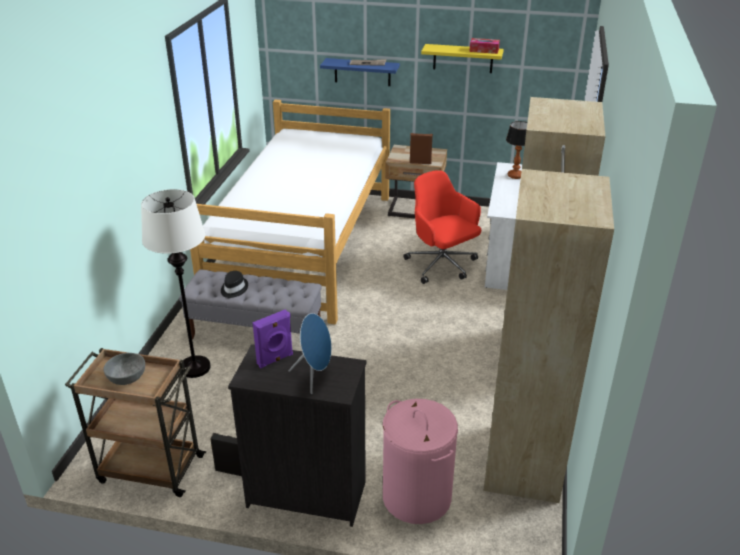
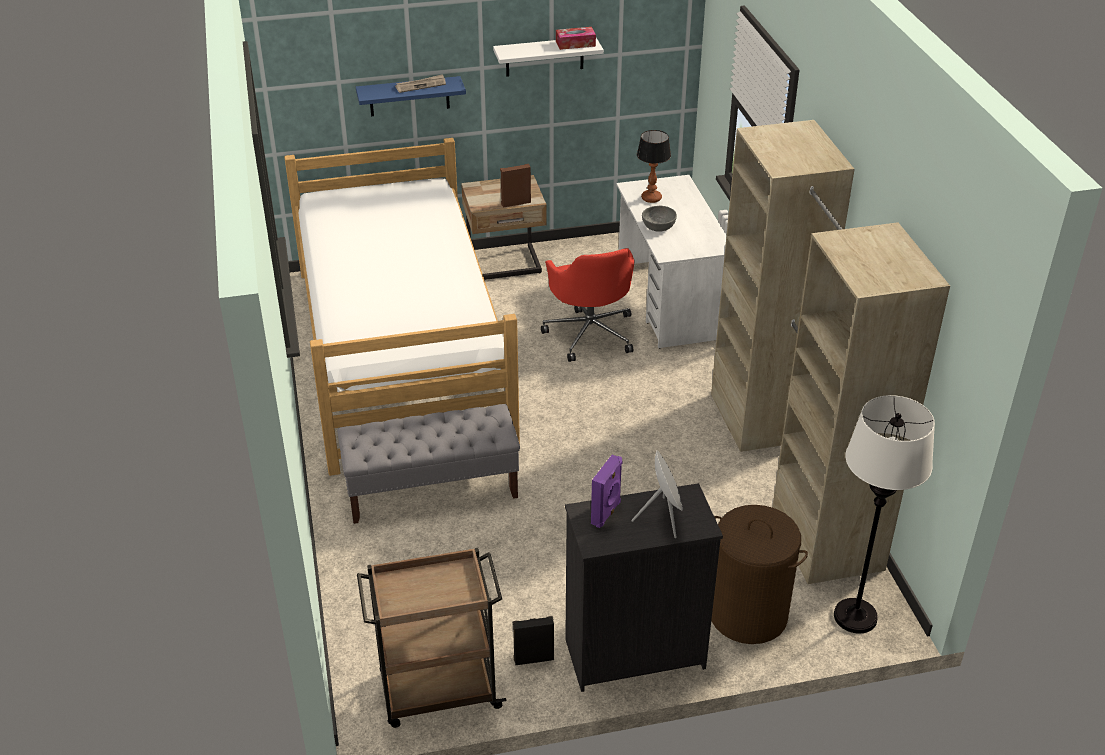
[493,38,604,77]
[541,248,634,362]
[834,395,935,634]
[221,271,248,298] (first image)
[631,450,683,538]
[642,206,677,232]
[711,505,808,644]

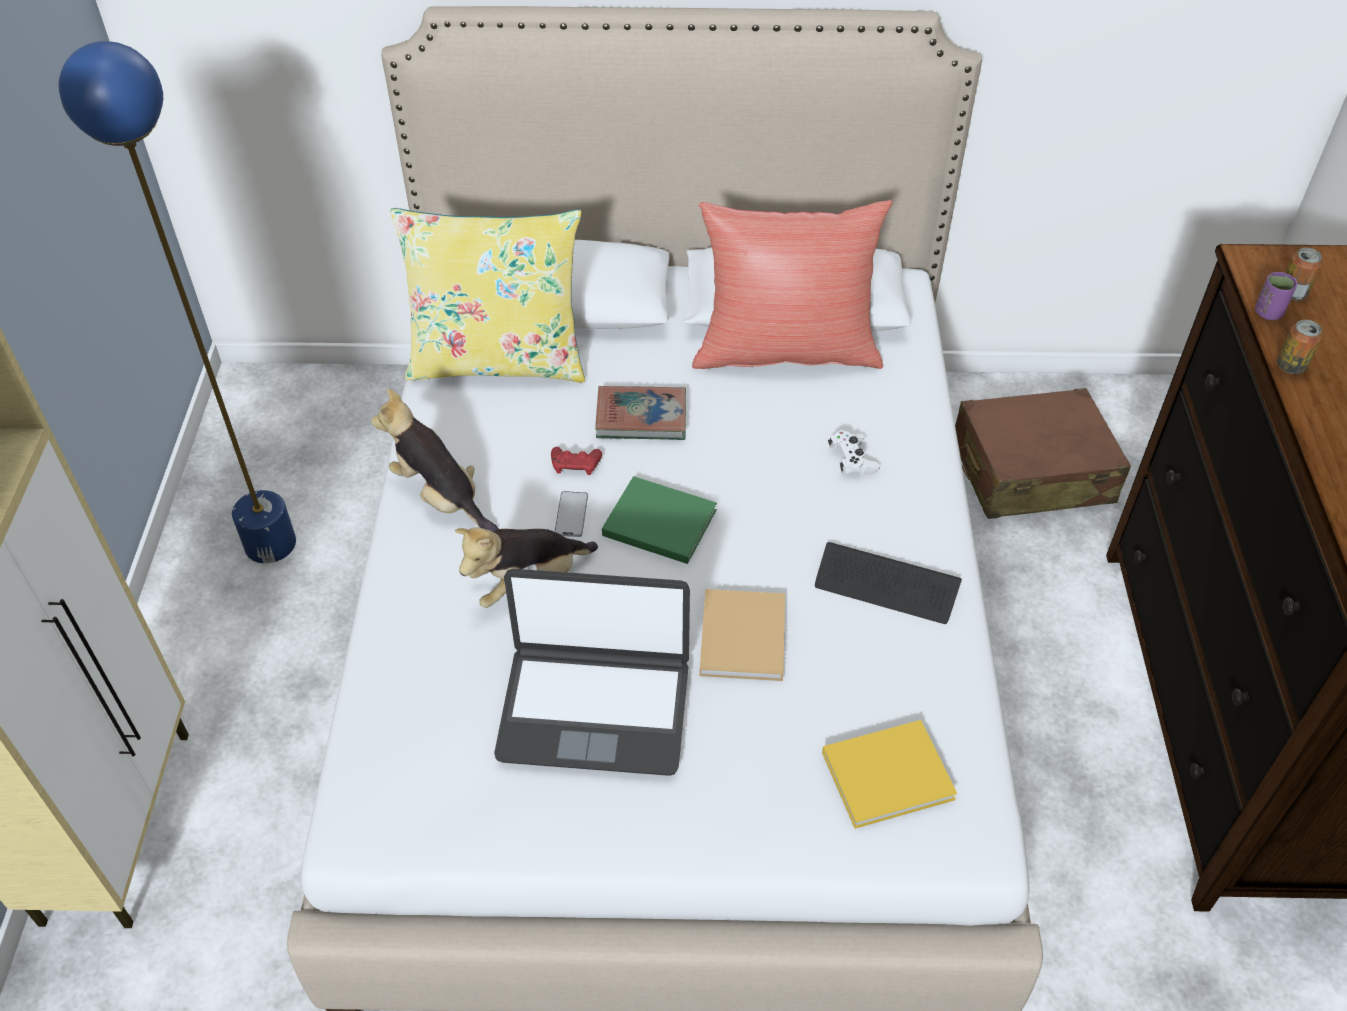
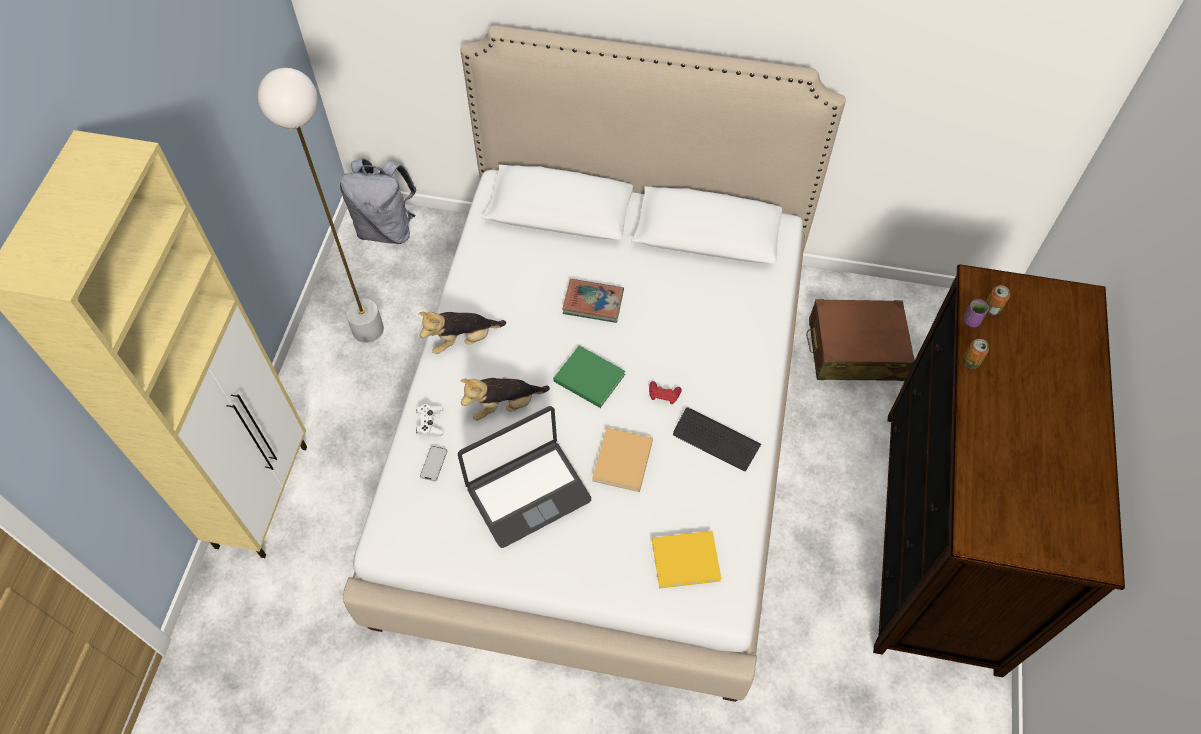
[258,68,384,343]
[692,200,892,369] (first image)
[390,208,585,383] (first image)
[418,312,506,354]
[416,404,443,437]
[649,381,682,404]
[420,446,447,481]
[458,406,591,548]
[340,158,417,244]

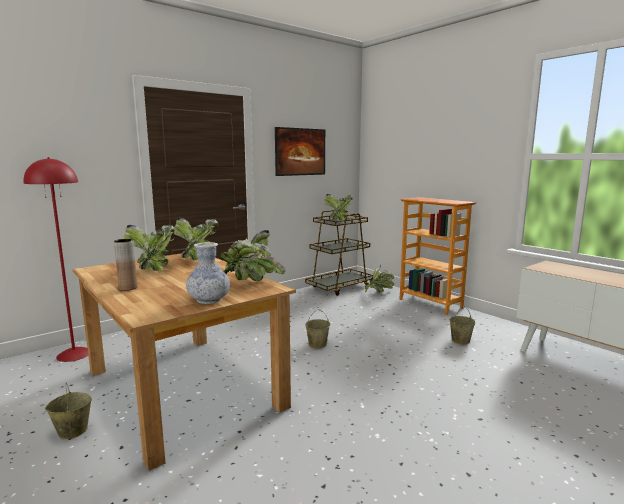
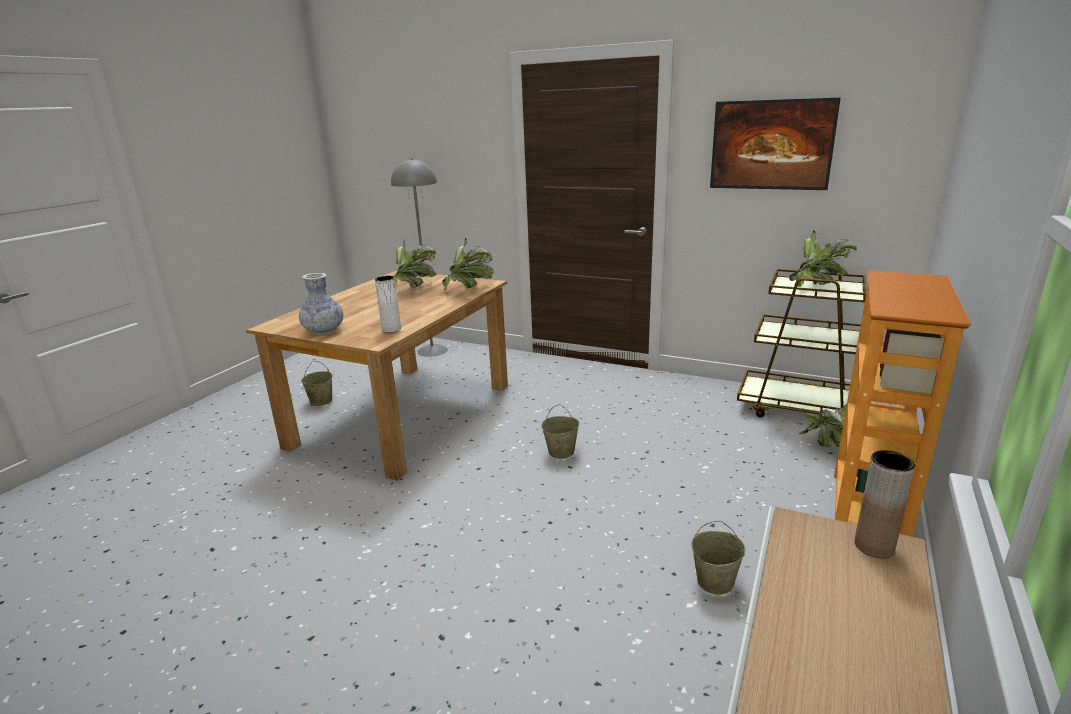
[391,158,448,357]
[375,276,401,333]
[854,450,915,558]

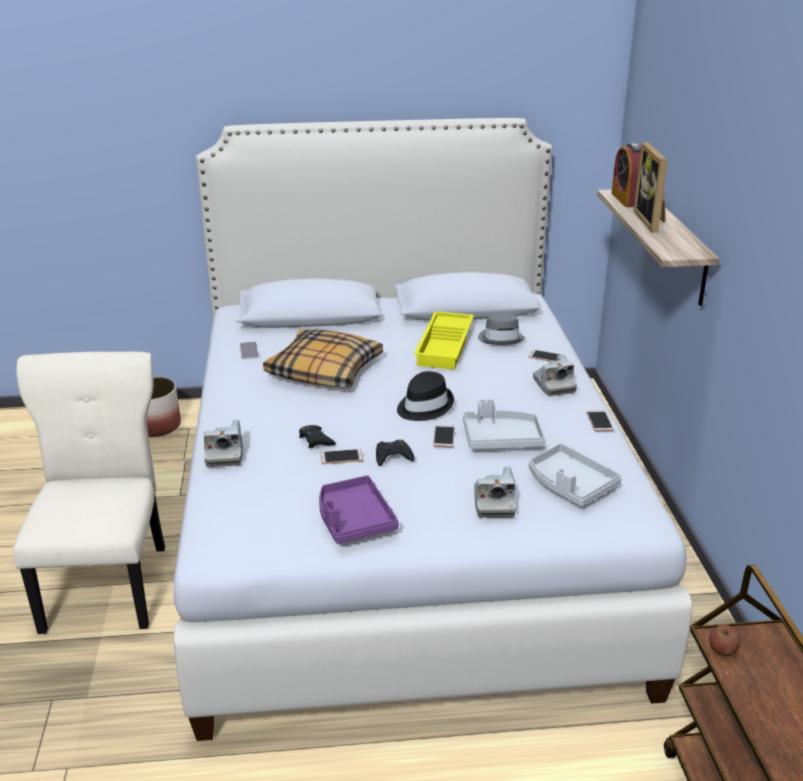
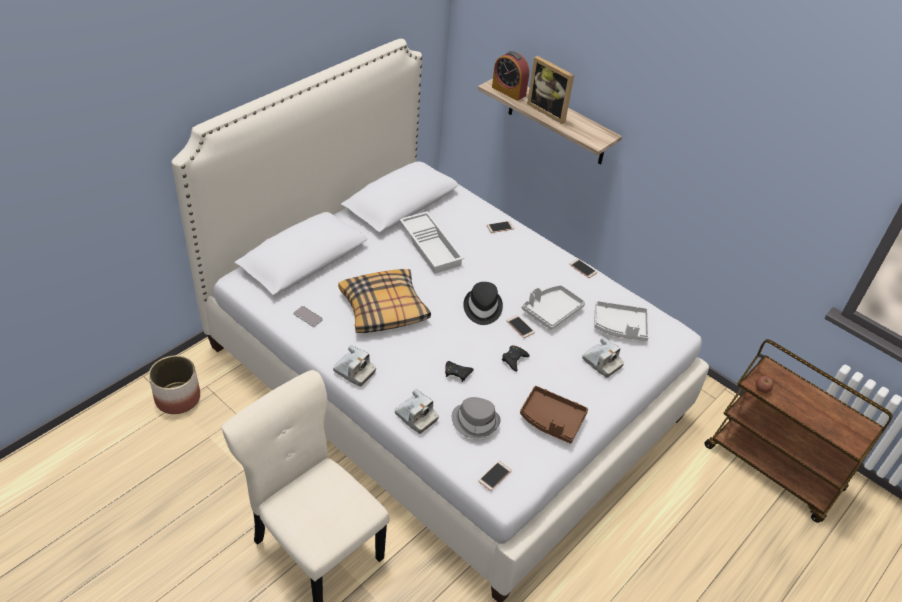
[400,211,464,274]
[452,397,501,438]
[333,345,376,387]
[479,461,512,491]
[520,386,588,443]

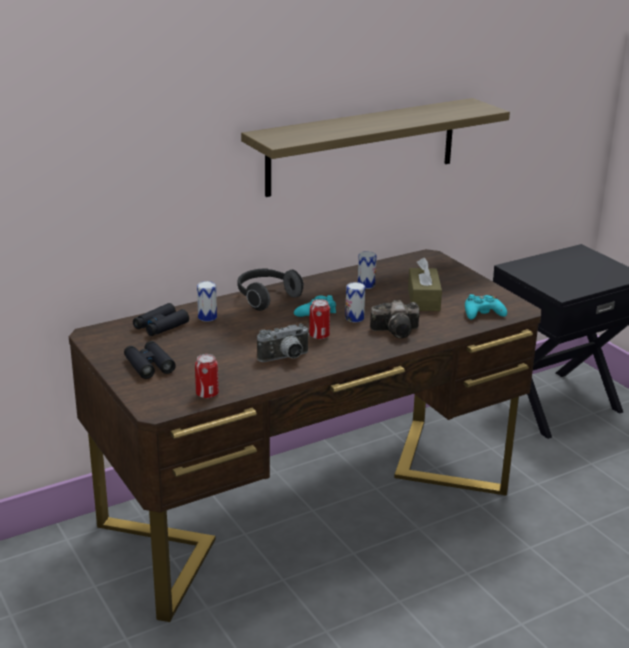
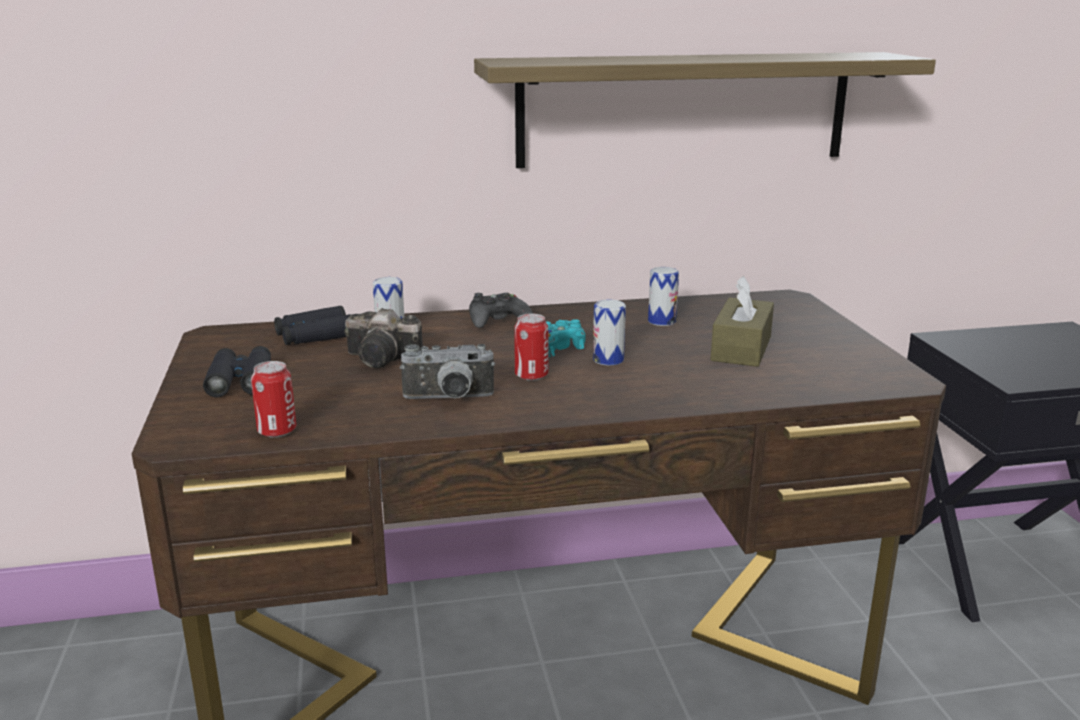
[469,293,533,328]
[465,294,507,320] (first image)
[345,308,423,368]

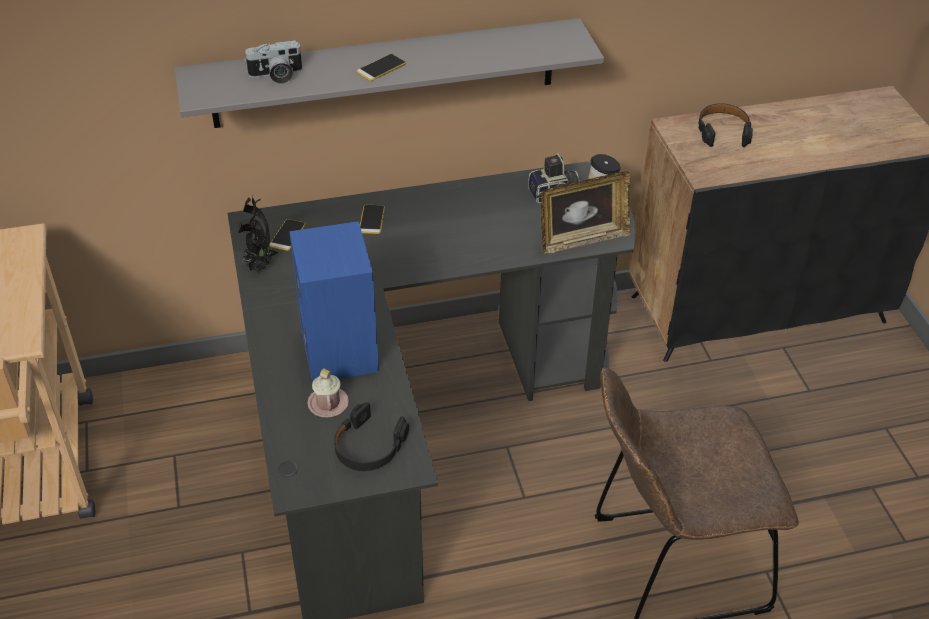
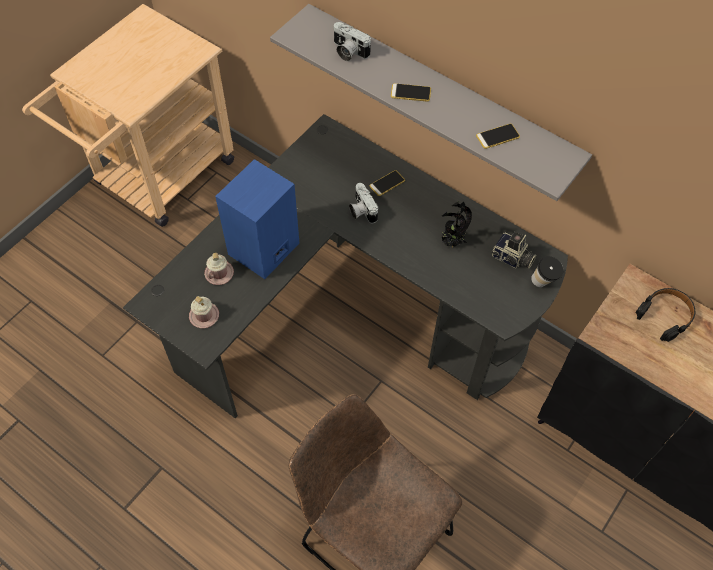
[541,171,630,254] (first image)
[442,201,472,247]
[476,124,520,149]
[189,296,219,328]
[349,183,378,224]

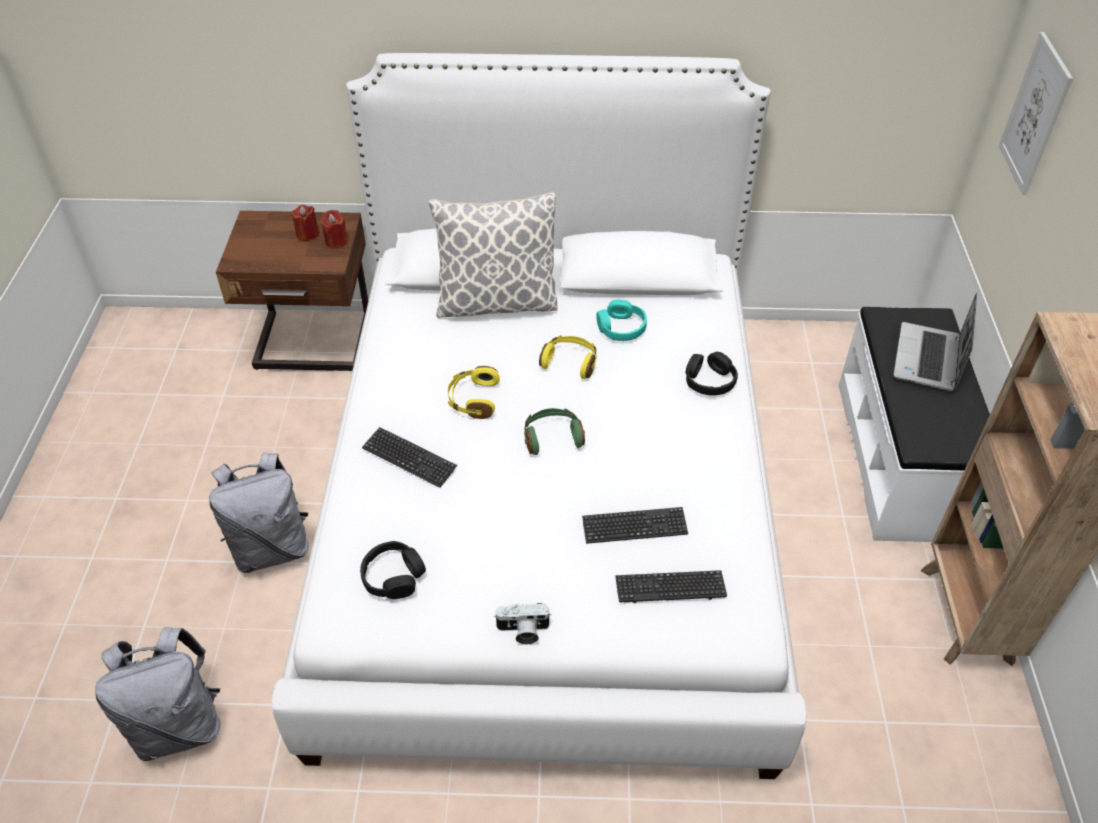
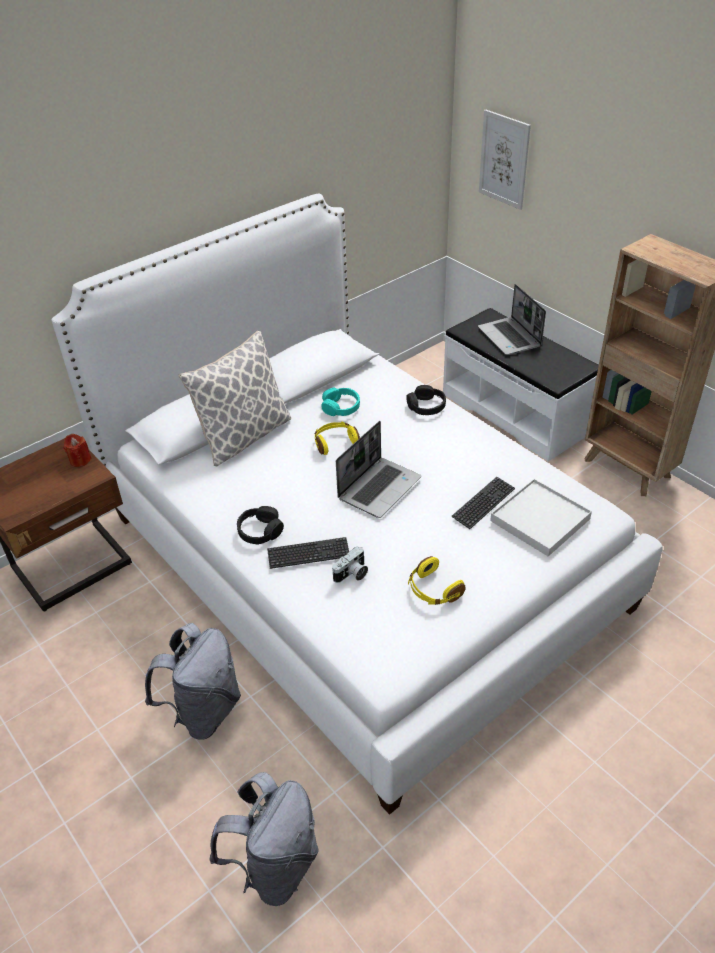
[292,205,319,241] (first image)
[408,556,466,605]
[336,421,421,518]
[237,506,284,544]
[490,479,592,556]
[332,546,368,583]

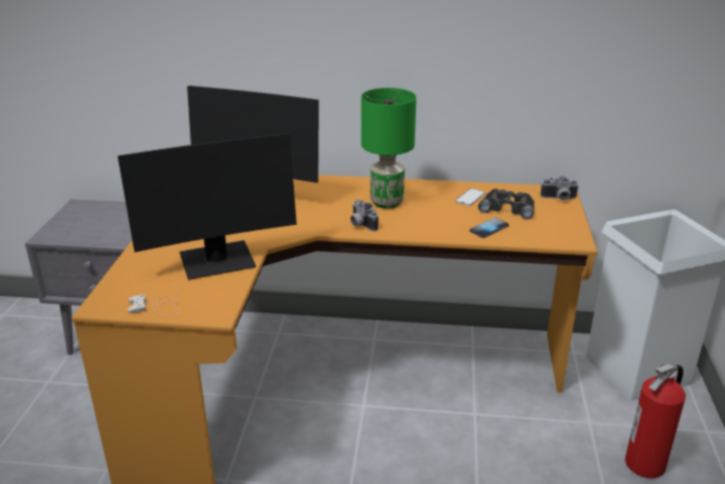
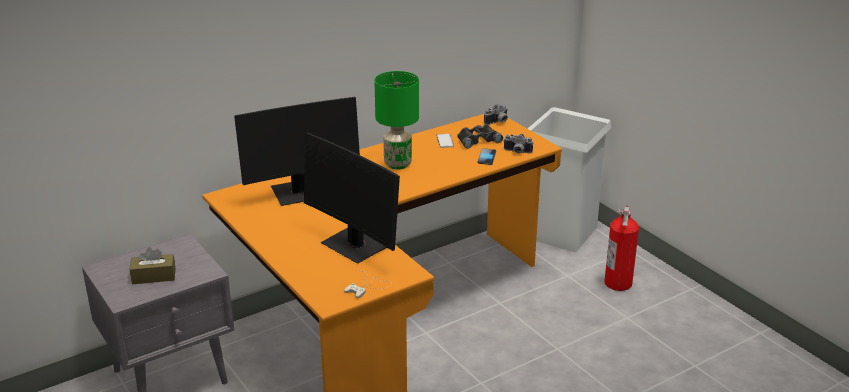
[304,133,400,264]
[503,134,533,154]
[130,247,176,284]

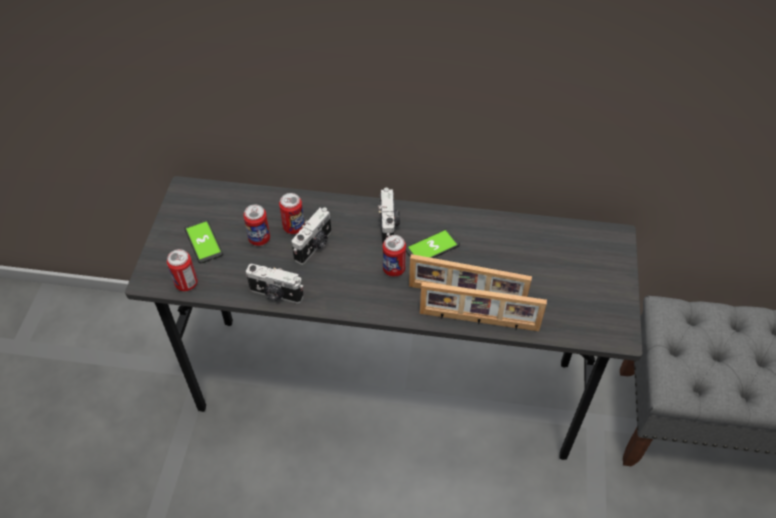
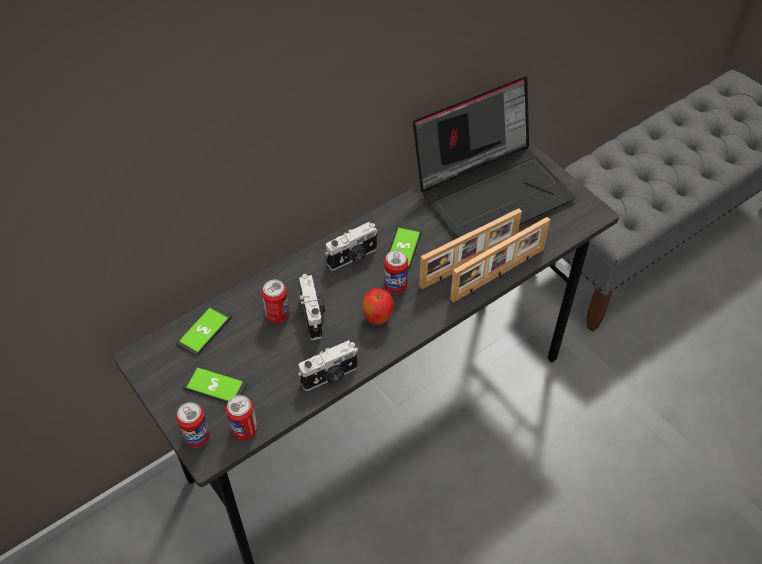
[325,222,378,270]
[176,402,210,447]
[413,76,576,238]
[362,288,394,325]
[176,305,231,356]

